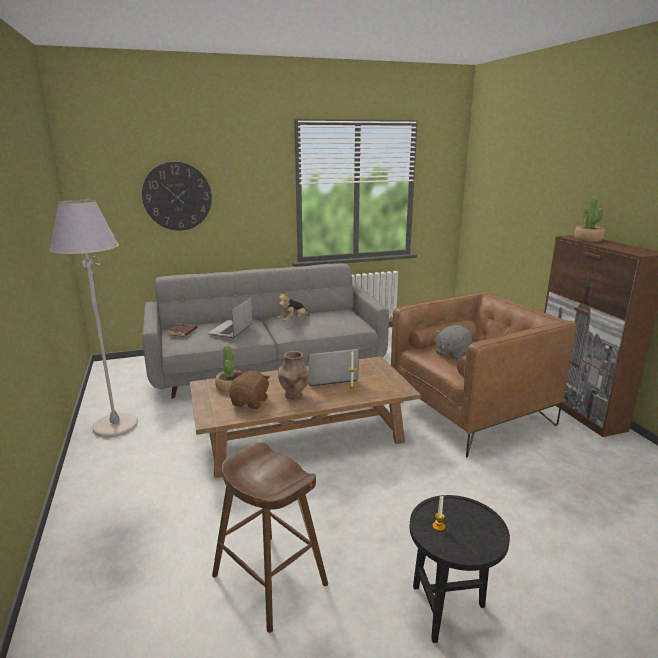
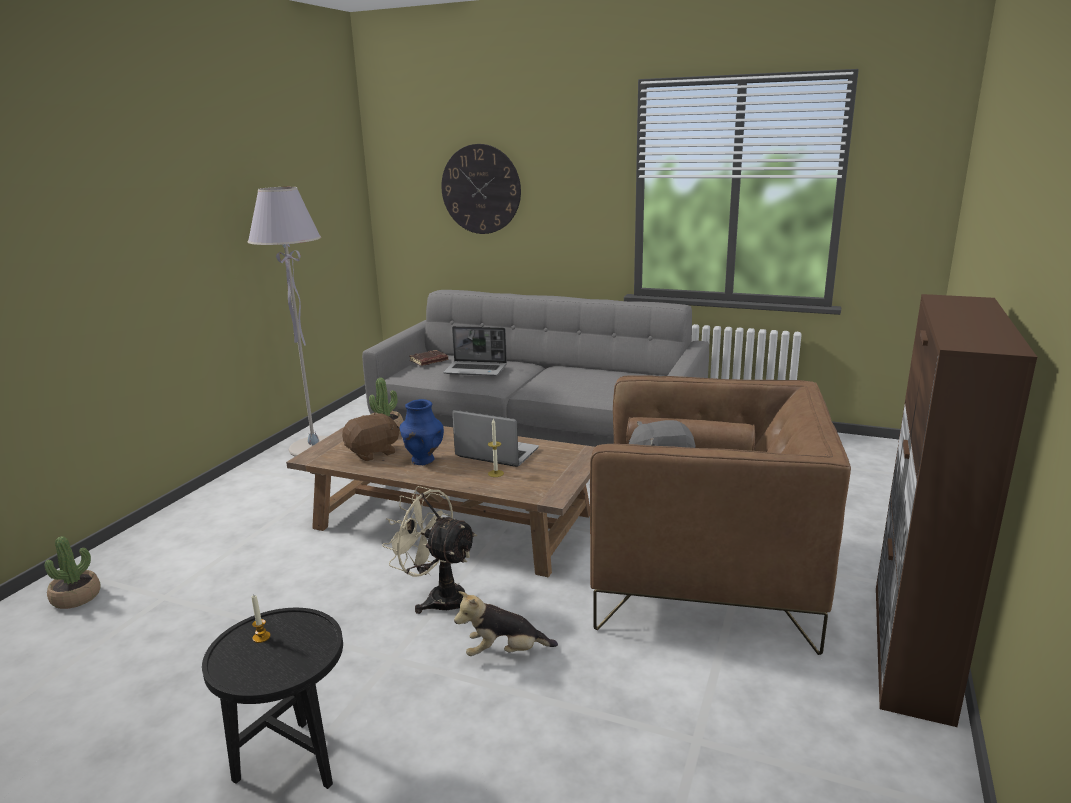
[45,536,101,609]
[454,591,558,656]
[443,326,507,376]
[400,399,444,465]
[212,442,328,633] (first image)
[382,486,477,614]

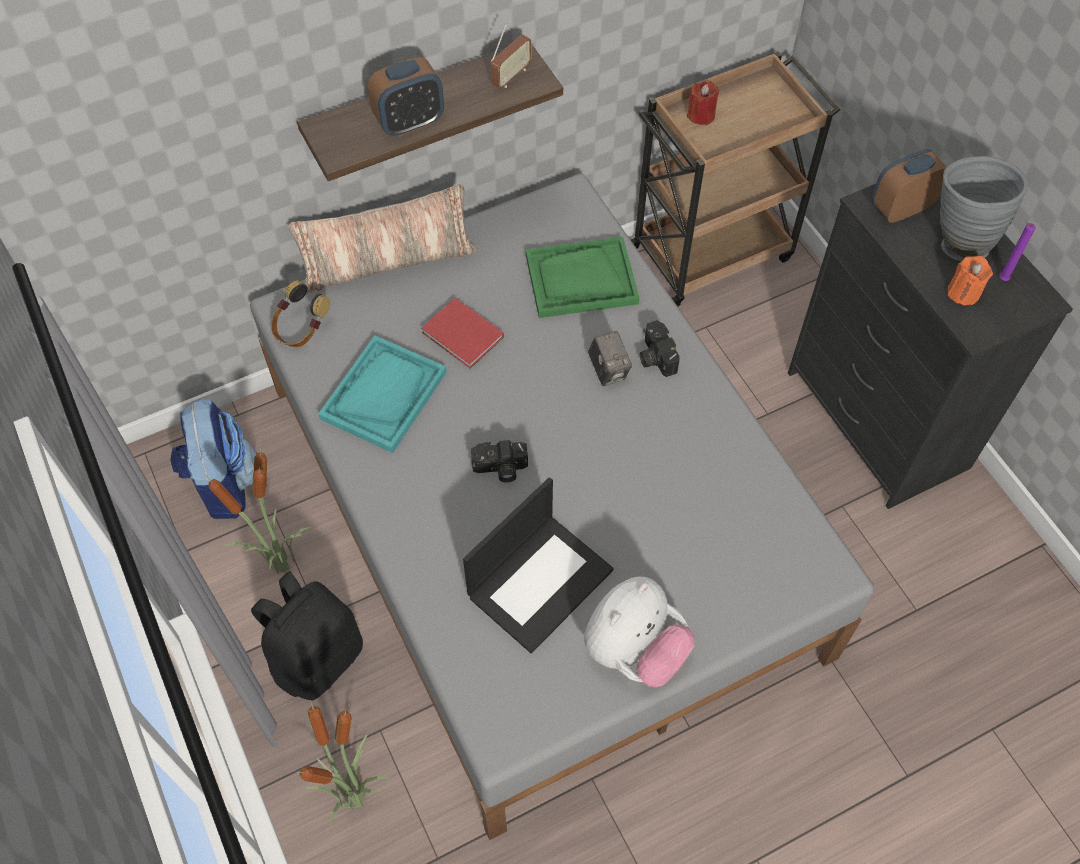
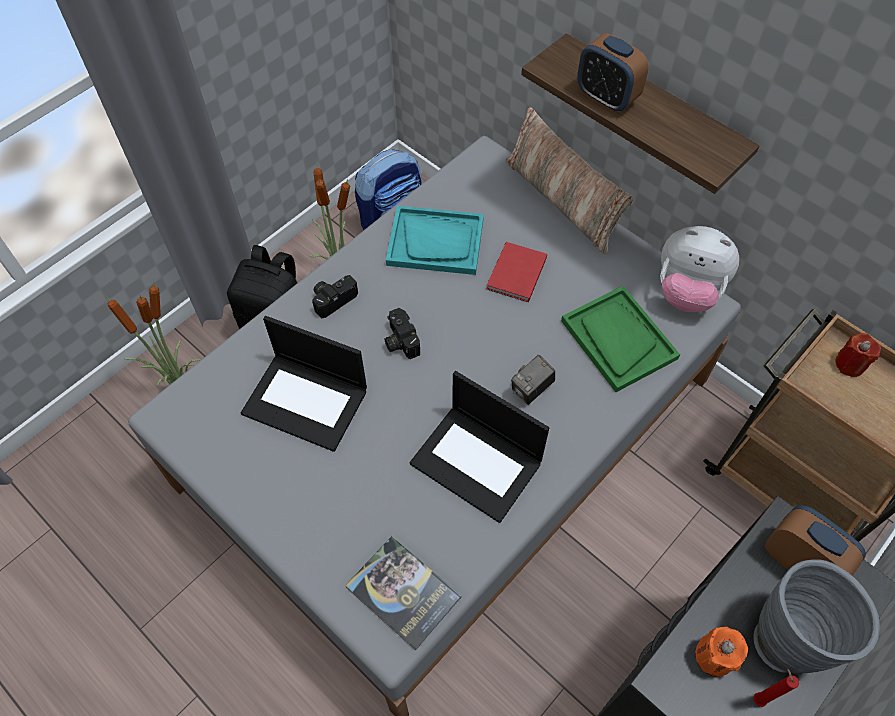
[491,24,532,88] (first image)
[754,668,799,707]
[271,280,330,347] (first image)
[312,275,358,319]
[660,226,739,312]
[410,371,549,523]
[345,536,462,650]

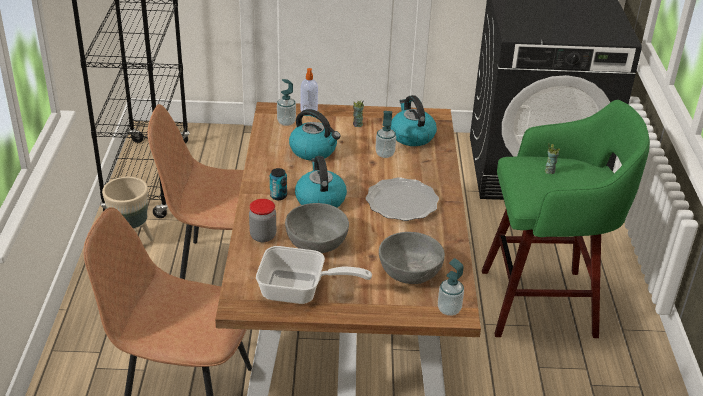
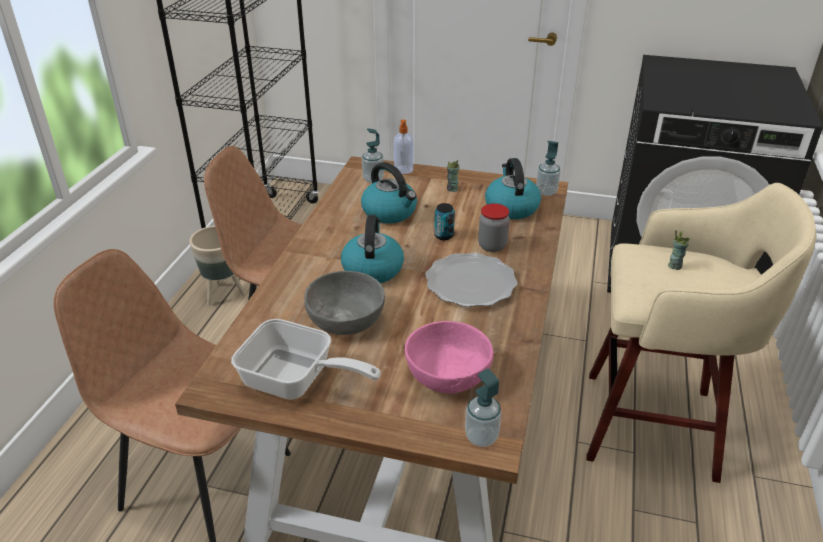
[586,183,816,483]
[536,141,560,196]
[434,203,455,240]
[478,203,510,252]
[405,321,494,394]

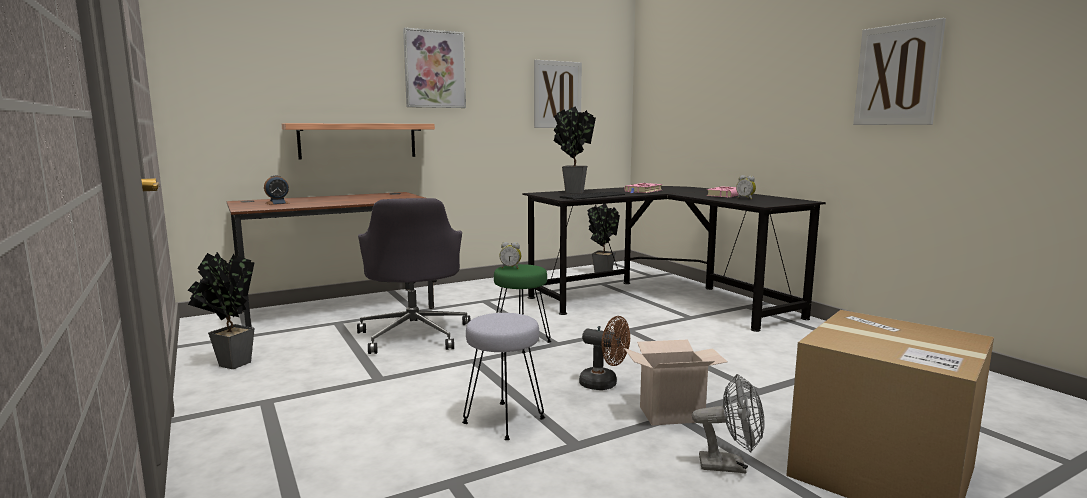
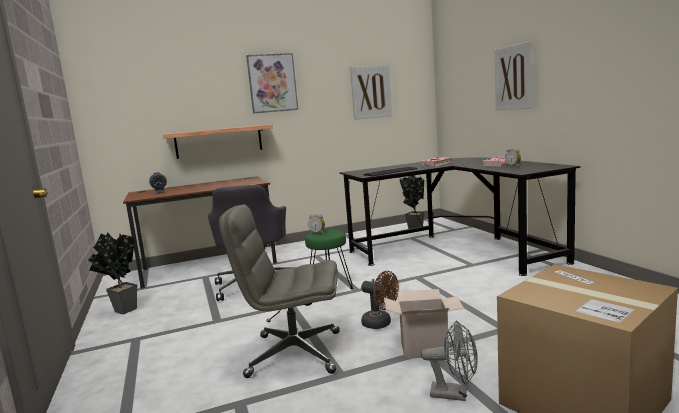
[495,41,532,110]
[553,106,596,193] (first image)
[219,204,340,378]

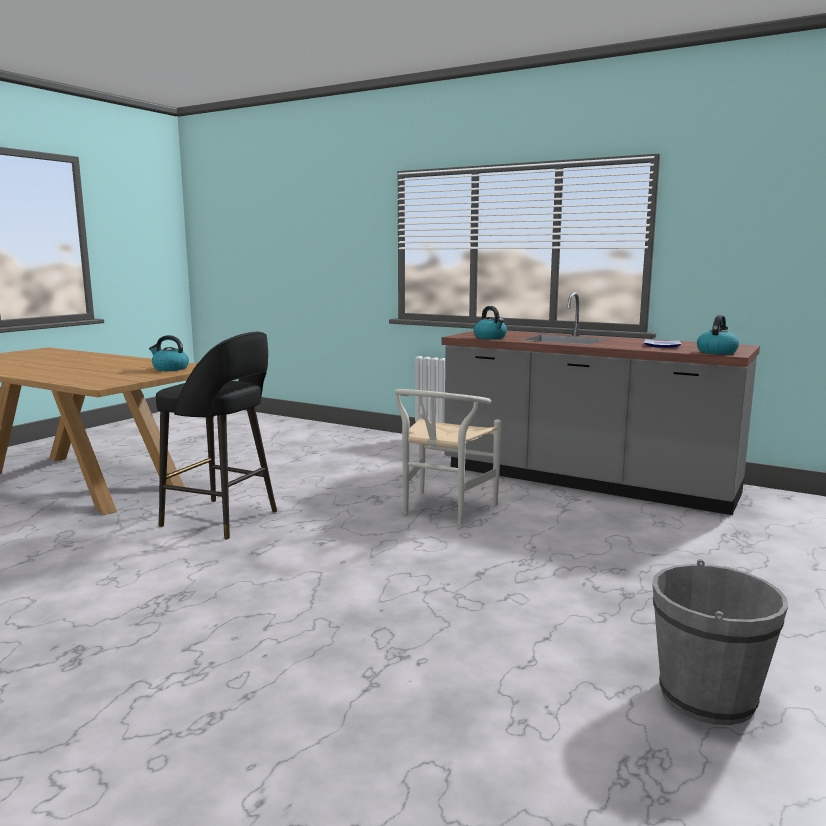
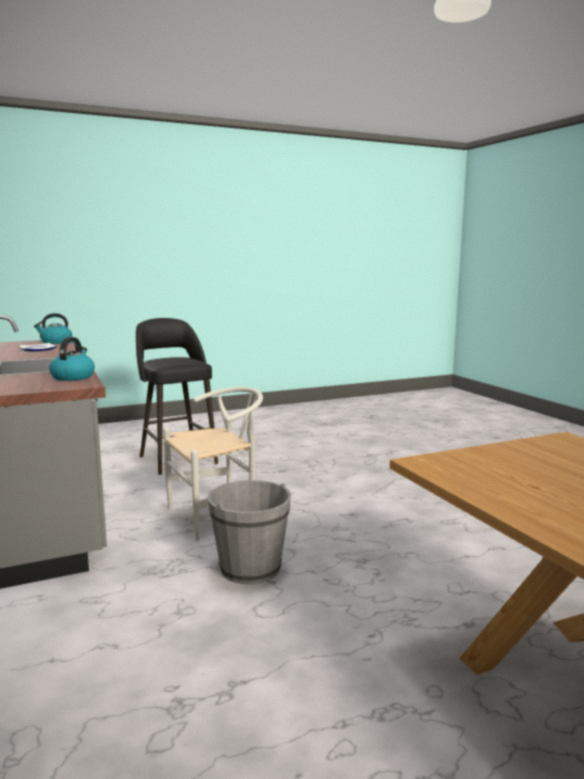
[136,318,218,475]
[149,335,189,371] (first image)
[207,480,291,584]

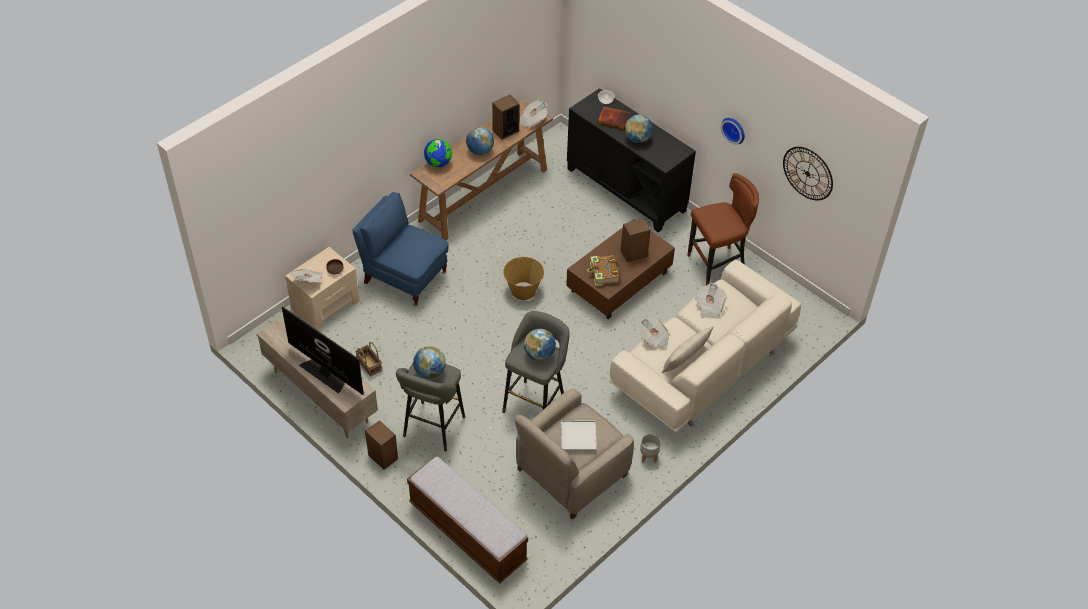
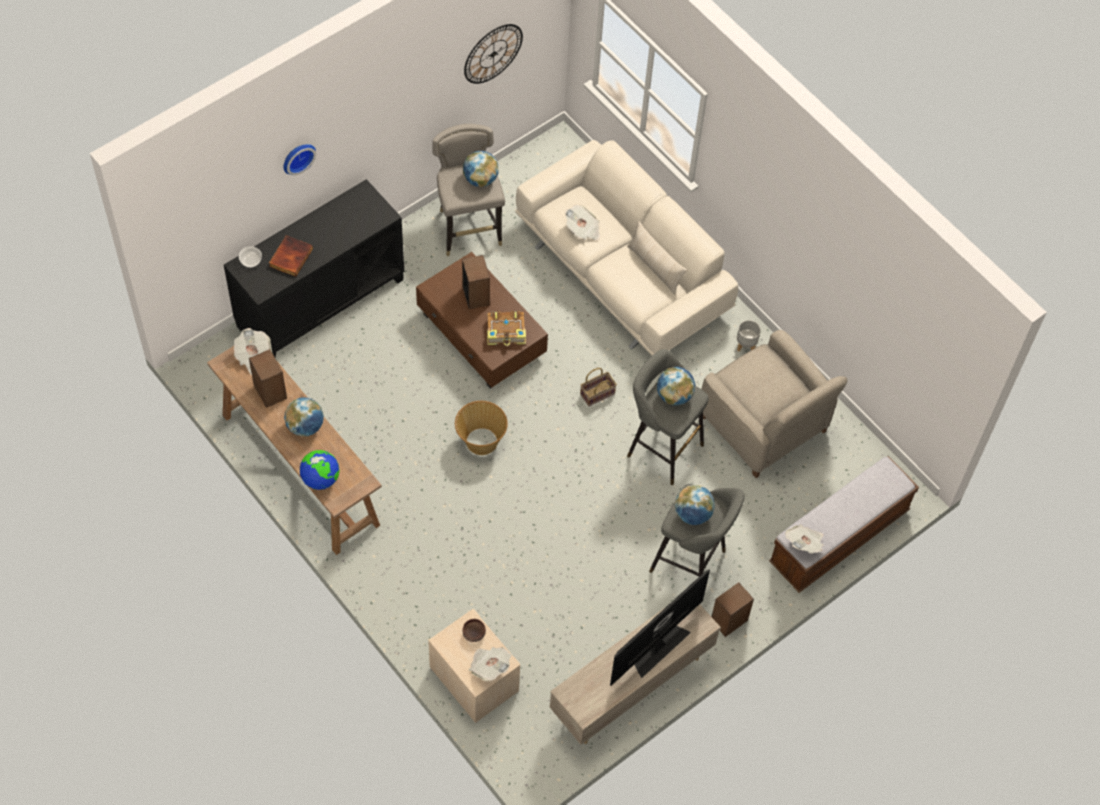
[463,151,499,187]
[283,144,316,175]
[432,124,505,256]
[352,192,449,306] (first image)
[785,524,823,554]
[580,368,617,407]
[561,420,597,452] (first image)

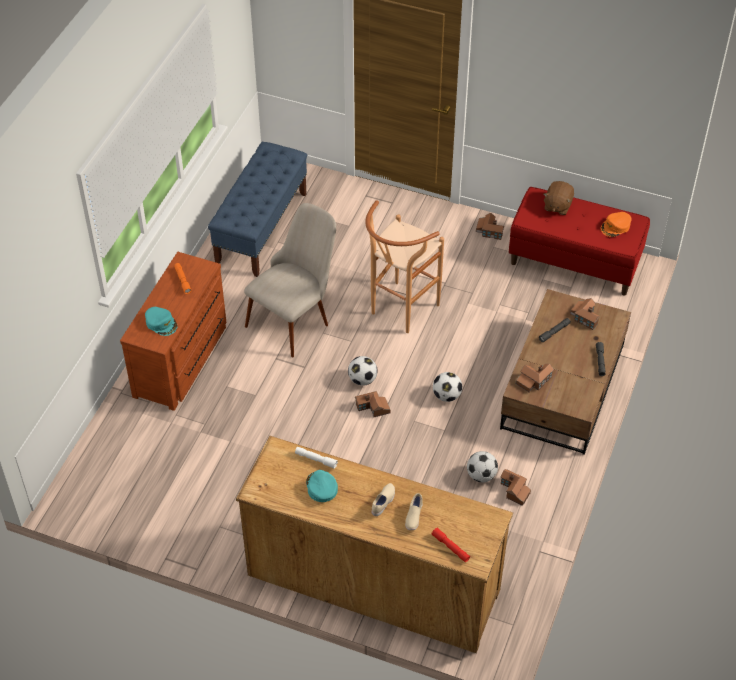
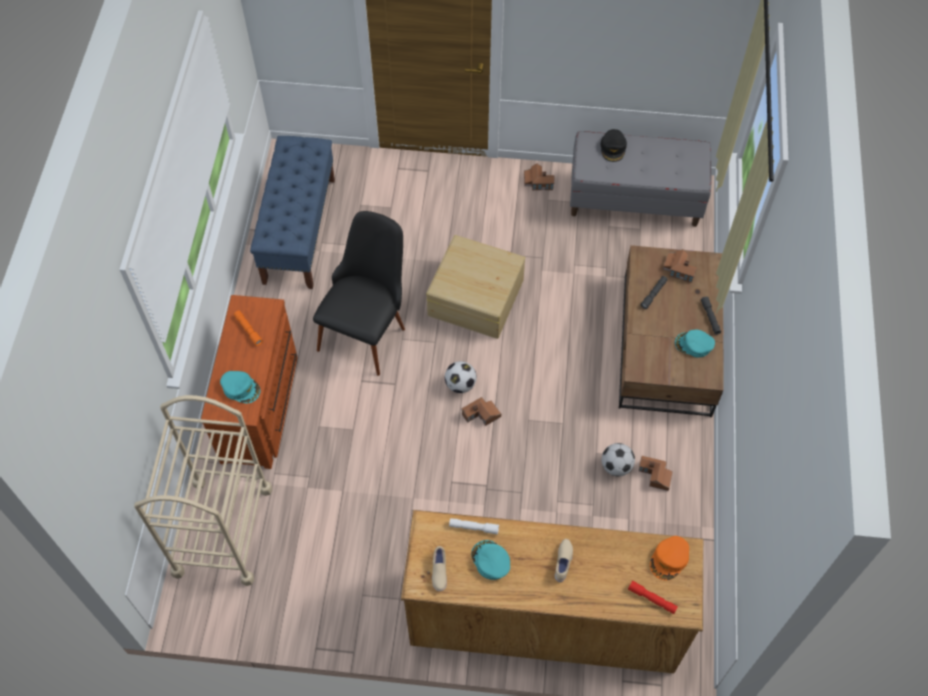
[601,129,627,162]
[570,131,712,227]
[426,235,525,339]
[313,211,405,376]
[650,536,689,580]
[516,364,554,393] (first image)
[433,372,462,402] (first image)
[432,546,447,591]
[675,330,715,358]
[134,395,273,586]

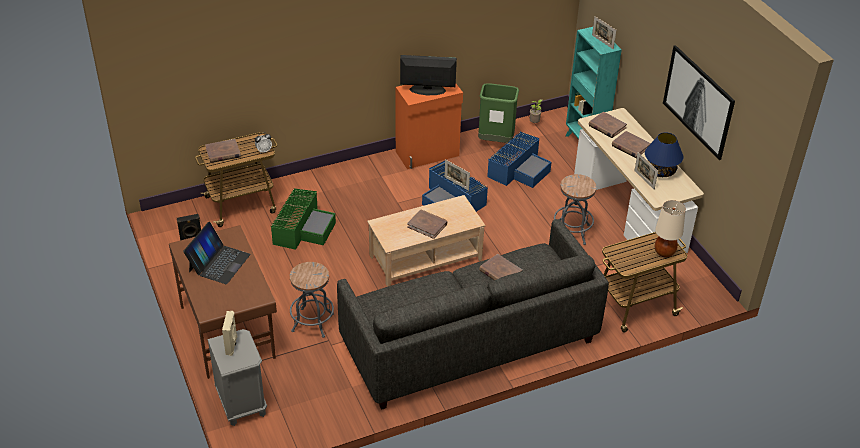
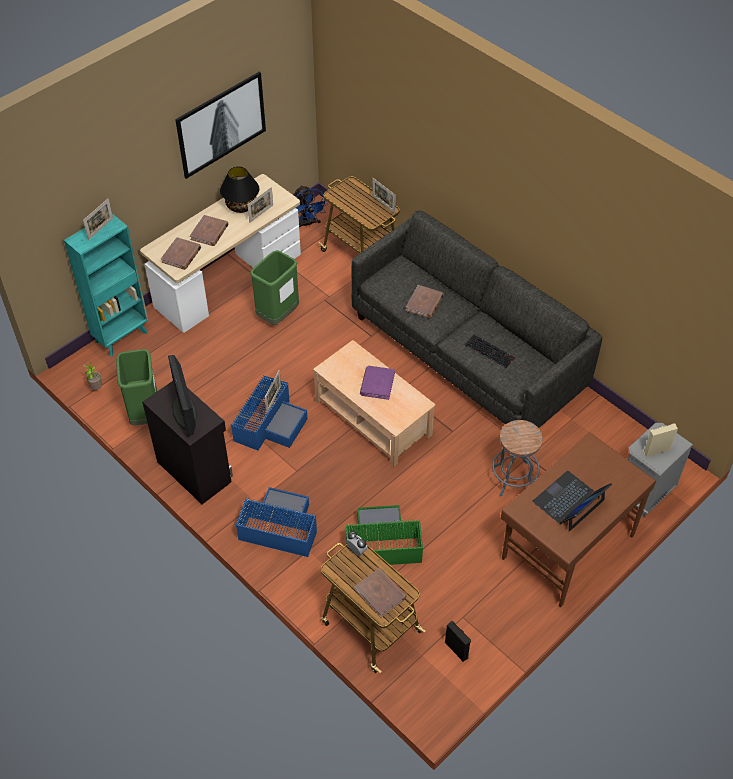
[142,381,233,504]
[236,487,317,557]
[220,166,259,213]
[250,250,299,325]
[655,200,686,257] (first image)
[360,366,395,400]
[532,471,612,532]
[372,178,396,213]
[294,185,328,227]
[465,335,515,368]

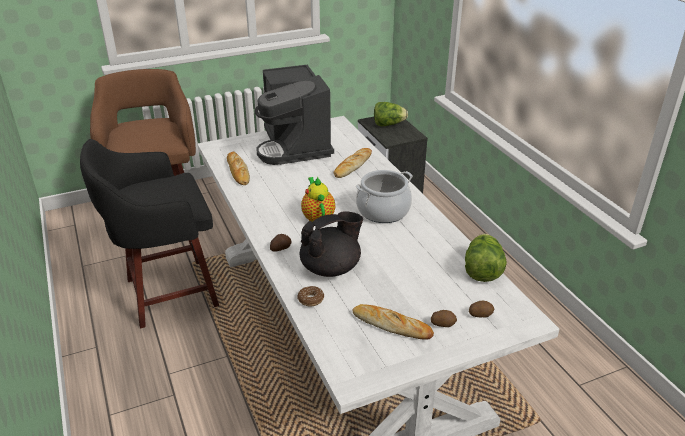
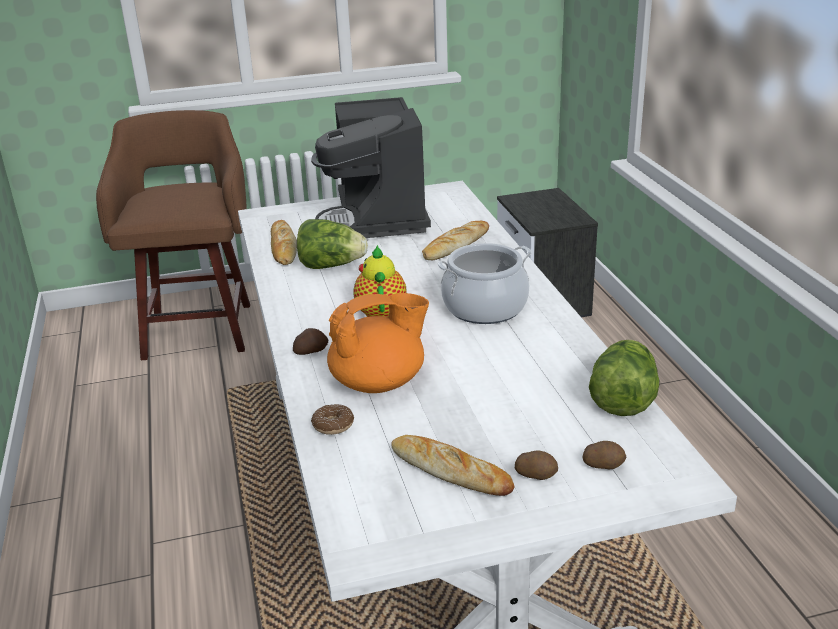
[297,219,368,269]
[80,139,219,328] (first image)
[327,293,429,393]

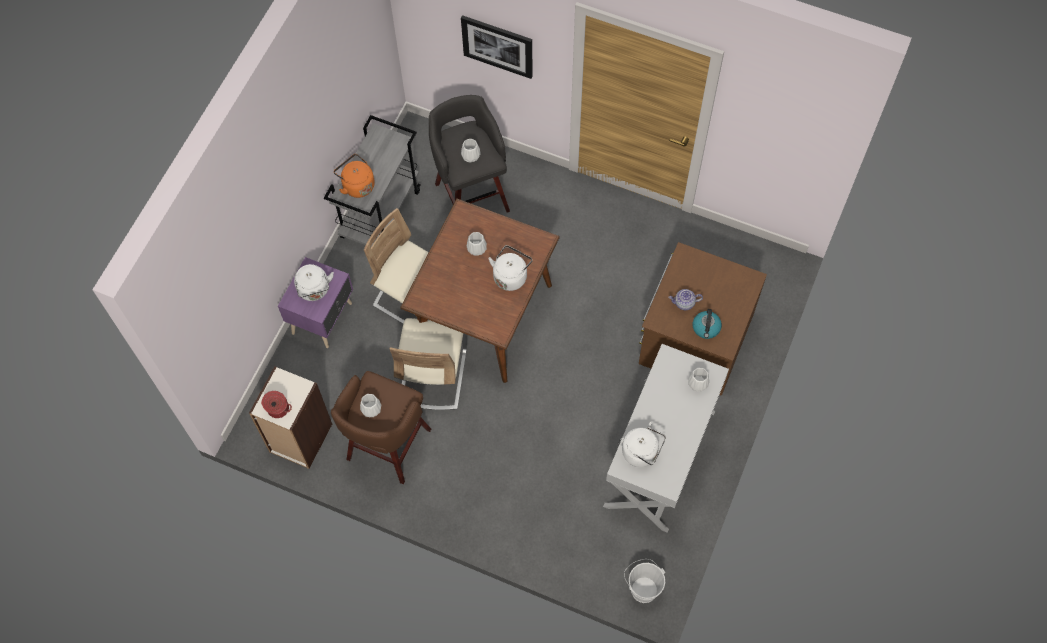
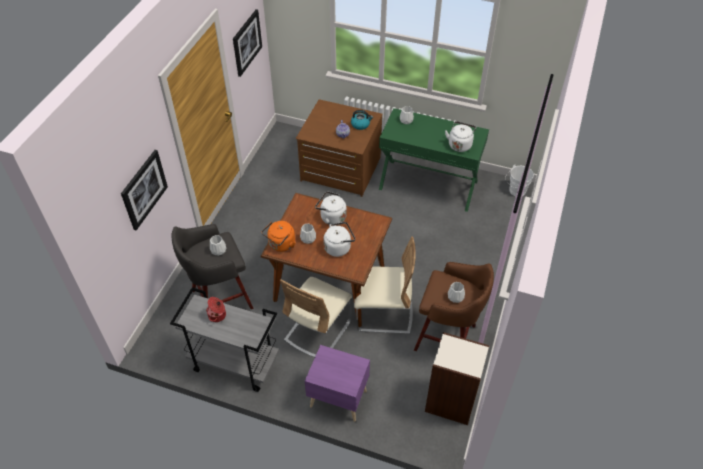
[262,221,295,252]
[324,222,355,257]
[379,108,489,212]
[206,297,226,322]
[233,9,262,77]

